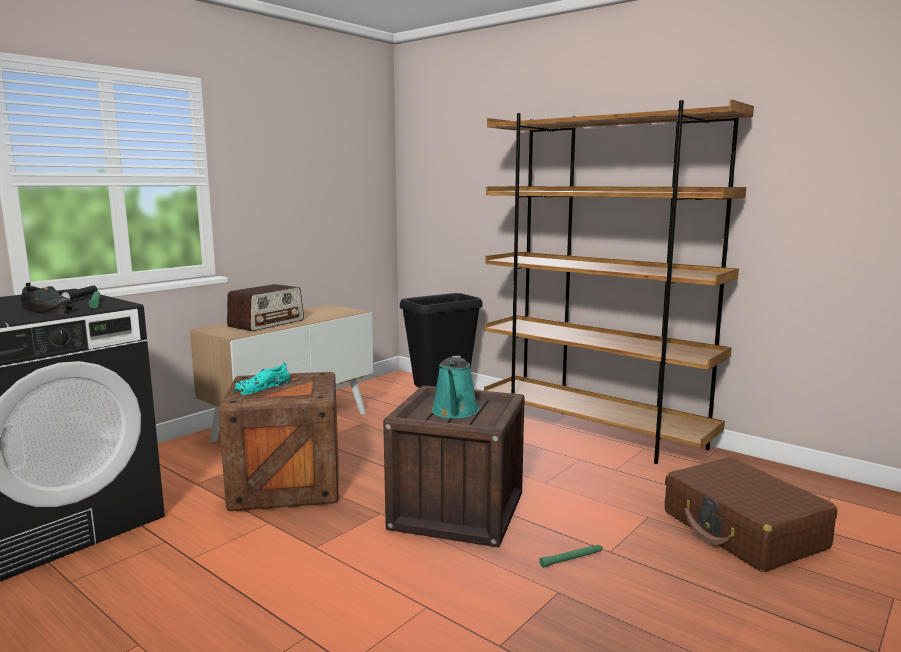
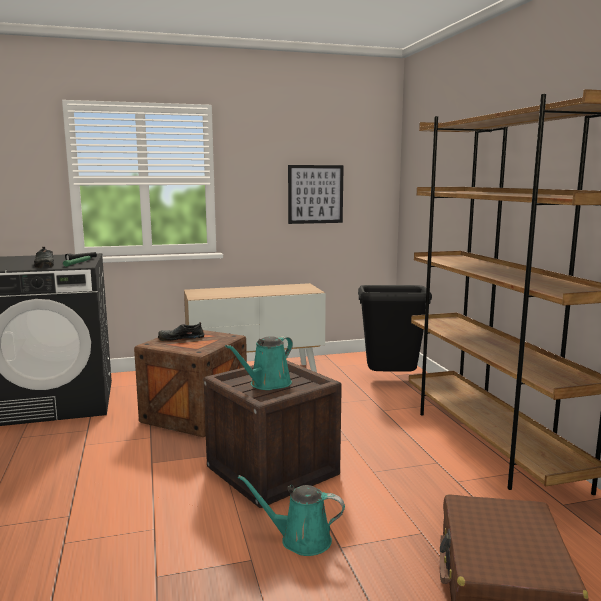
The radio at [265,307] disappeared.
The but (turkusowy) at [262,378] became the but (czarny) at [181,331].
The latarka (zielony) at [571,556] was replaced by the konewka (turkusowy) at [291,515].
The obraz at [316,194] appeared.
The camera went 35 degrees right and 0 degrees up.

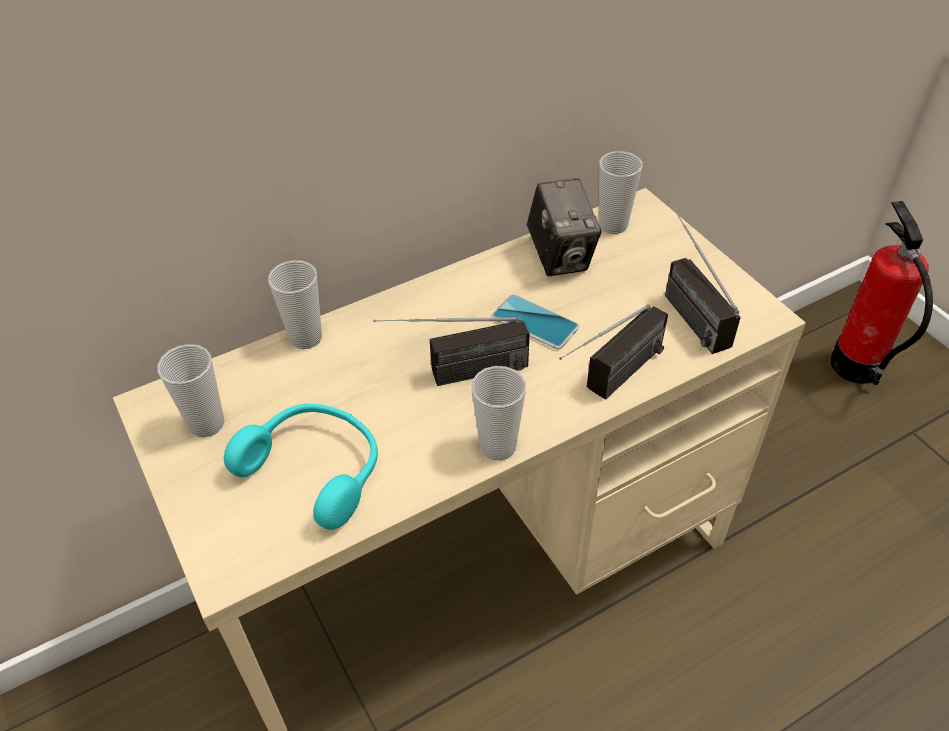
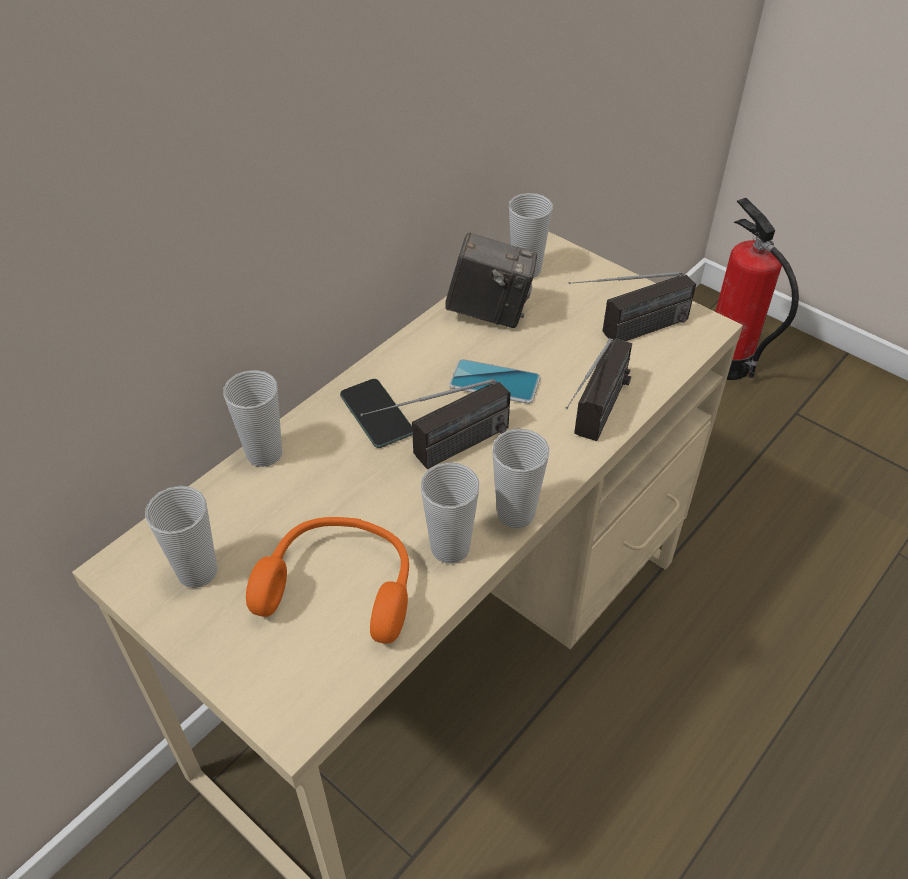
The aparat fotograficzny at [564,227] turned 45 degrees counterclockwise.
The radio at [703,276] turned 75 degrees counterclockwise.
The słuchawki (turkusowy) at [301,467] became the słuchawki (pomarańczowy) at [327,580].
The telefon at [376,413] appeared.
The filiżanka at [450,512] appeared.
The camera went 20 degrees left and 0 degrees up.

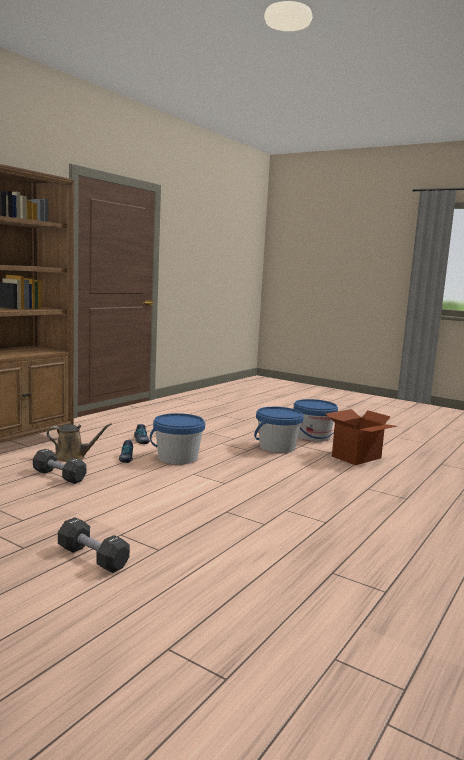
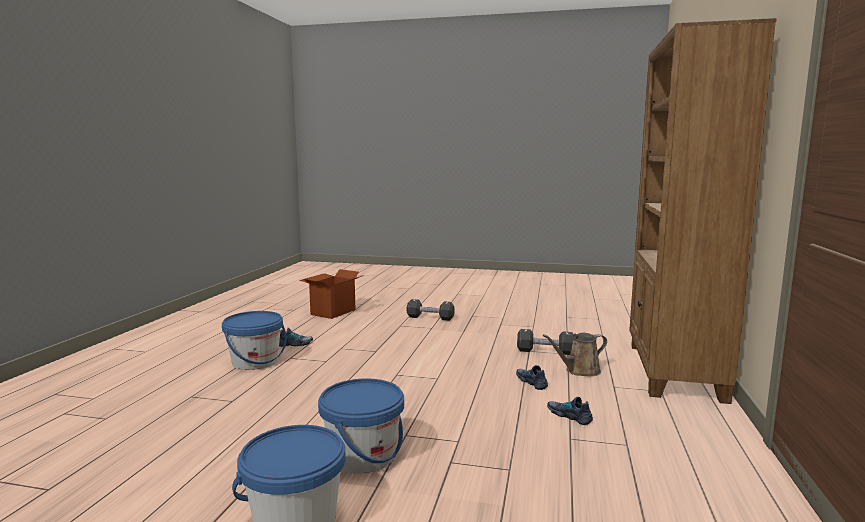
The karton moved from [361,437] to [331,294].
The wiadro (niebieski) moved from [177,439] to [254,340].
The but at [296,337] appeared.
The camera went 160 degrees right and 0 degrees up.

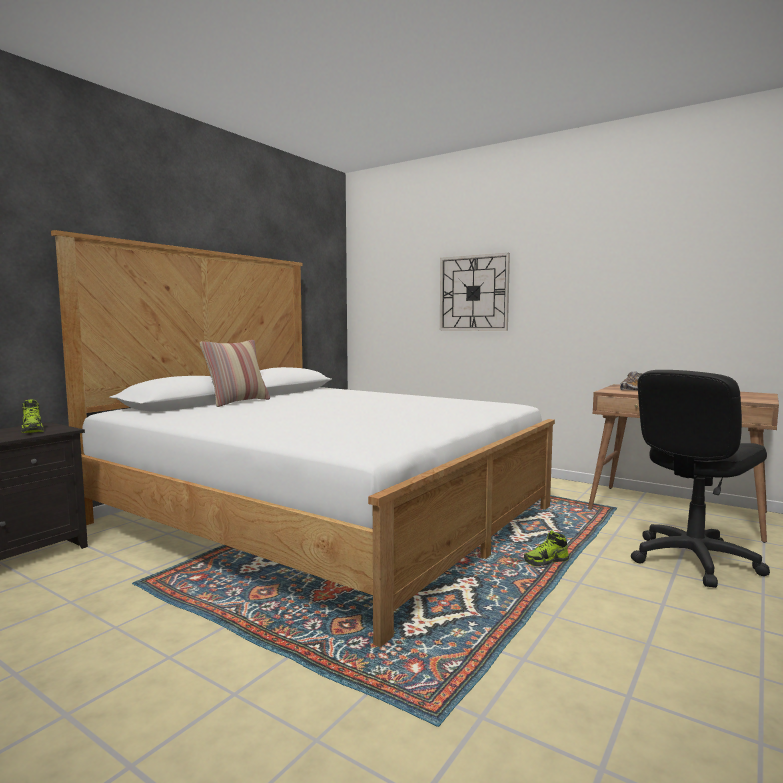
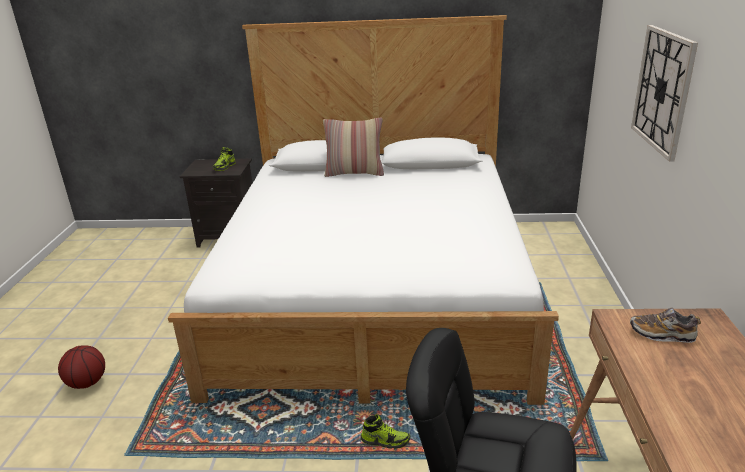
The but at [546,548] turned 150 degrees clockwise.
The piłka do koszykówki at [81,367] appeared.
The camera went 60 degrees right and 20 degrees up.

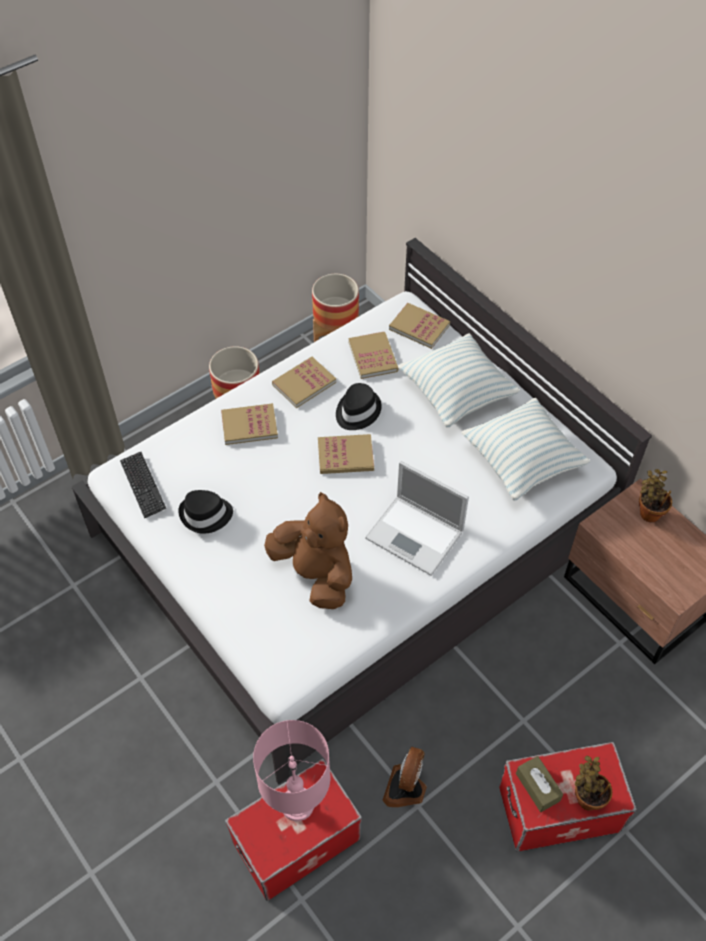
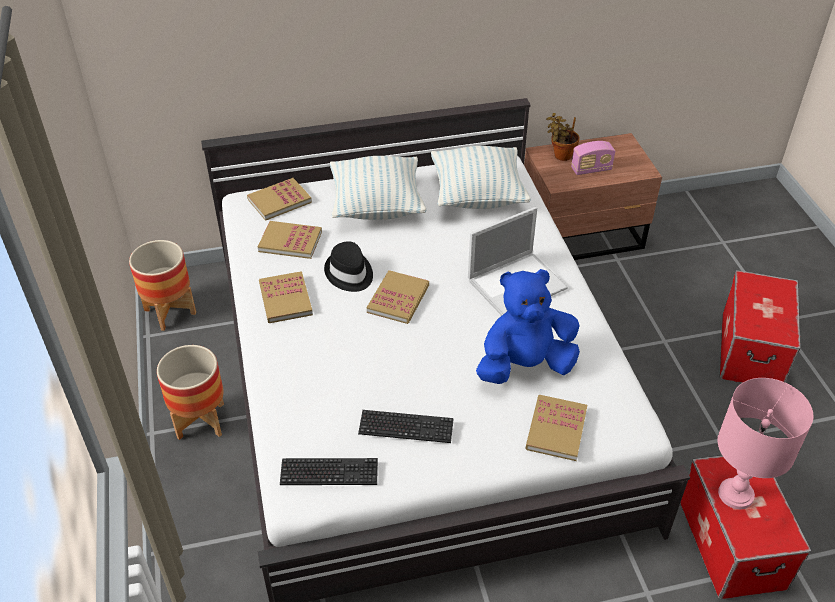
The książka moved from [249,424] to [556,428].
The kapelusz (czarny) at [205,512] was replaced by the klawiatura at [406,426].
The pluszak (brązowy) at [308,550] became the pluszak (niebieski) at [528,326].
The wentylator at [404,776] disappeared.
The pudełko chusteczek (brązowy) at [539,784] disappeared.
The roślina doniczkowa at [593,783] disappeared.
The radio at [593,158] appeared.
The camera went 65 degrees left and 10 degrees down.

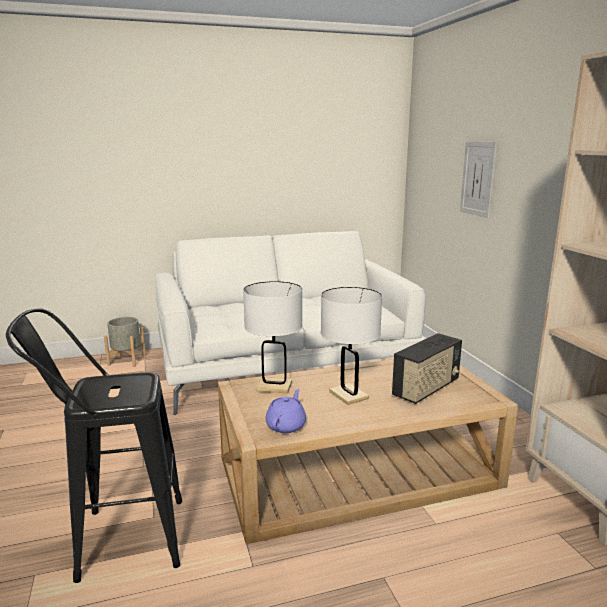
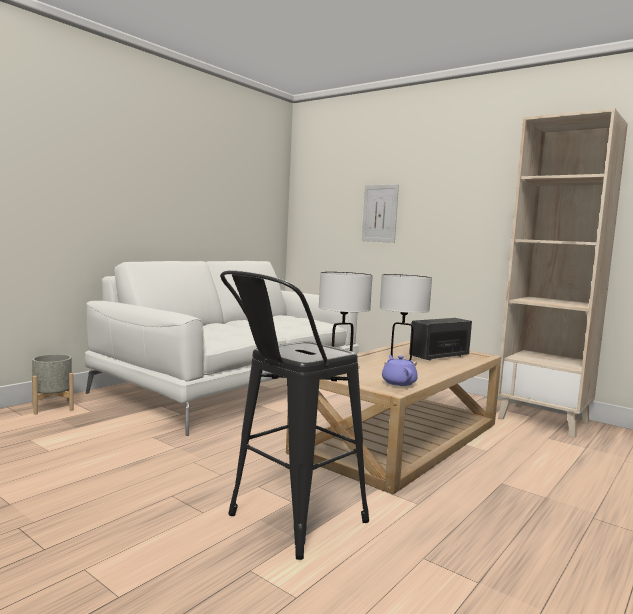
The radio at [427,368] turned 135 degrees counterclockwise.
The camera went 35 degrees left and 10 degrees down.

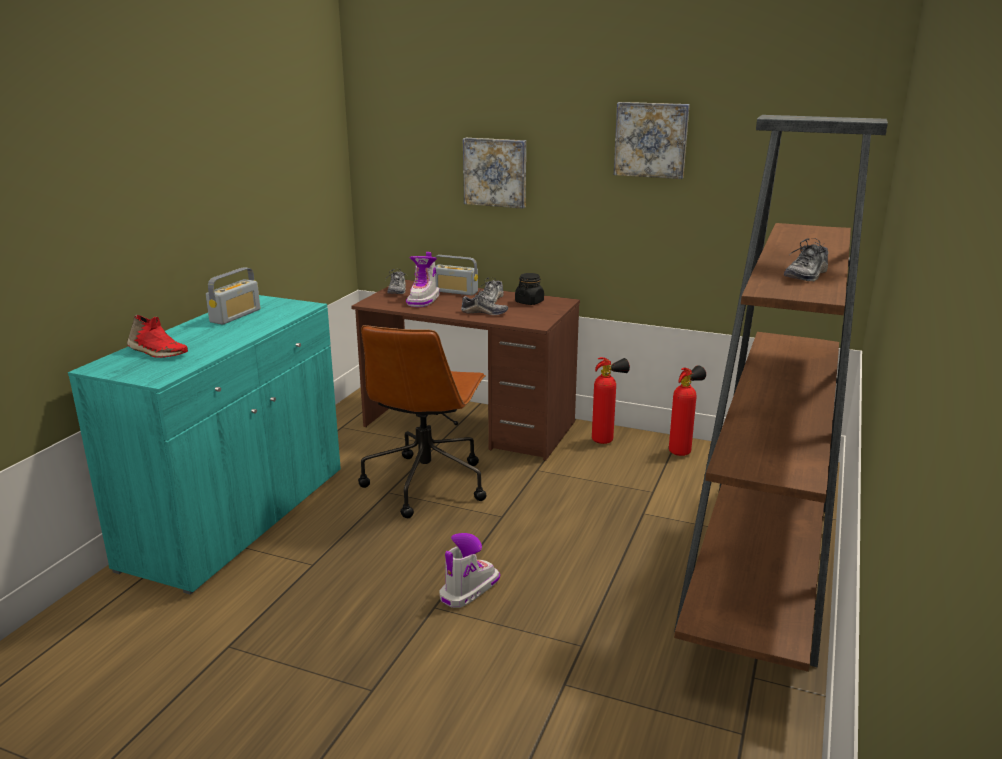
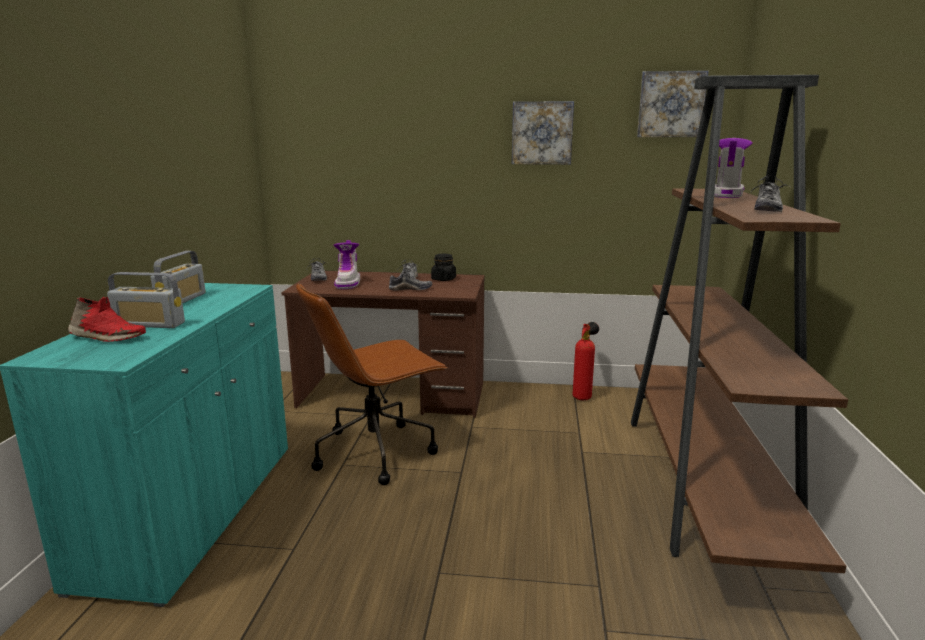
The obraz moved from [494,173] to [673,104].
The radio moved from [456,275] to [146,300].
The krzesło biurowe (brązowy) at [422,421] turned 60 degrees clockwise.
The gaśnica at [611,400] disappeared.
The but z cholewką moved from [469,570] to [733,168].
The camera went 15 degrees left and 5 degrees down.

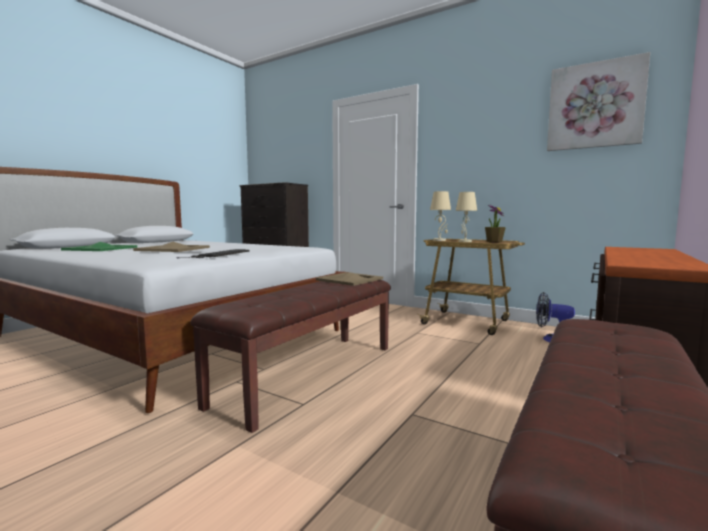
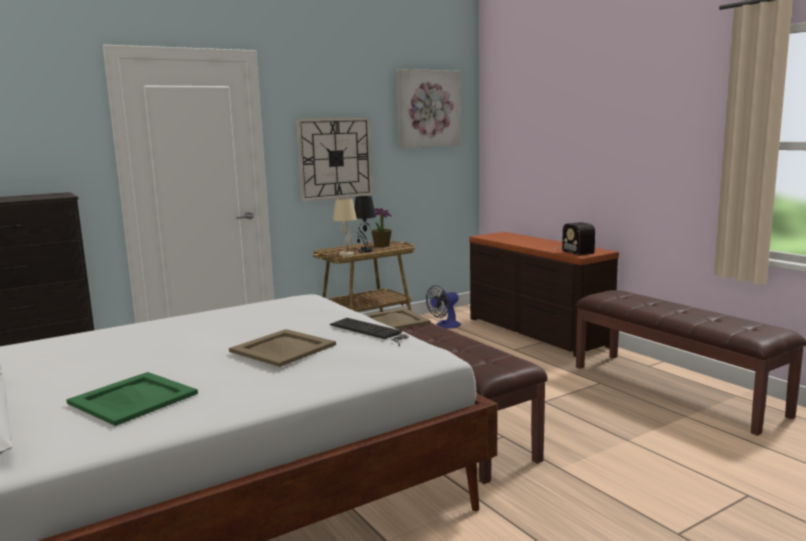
The lampa stołowa (beżowy) at [466,217] became the lampa stołowa (czarny) at [365,224].
The zegar ścienny at [334,159] appeared.
The radio at [574,238] appeared.
The camera went 65 degrees left and 5 degrees up.

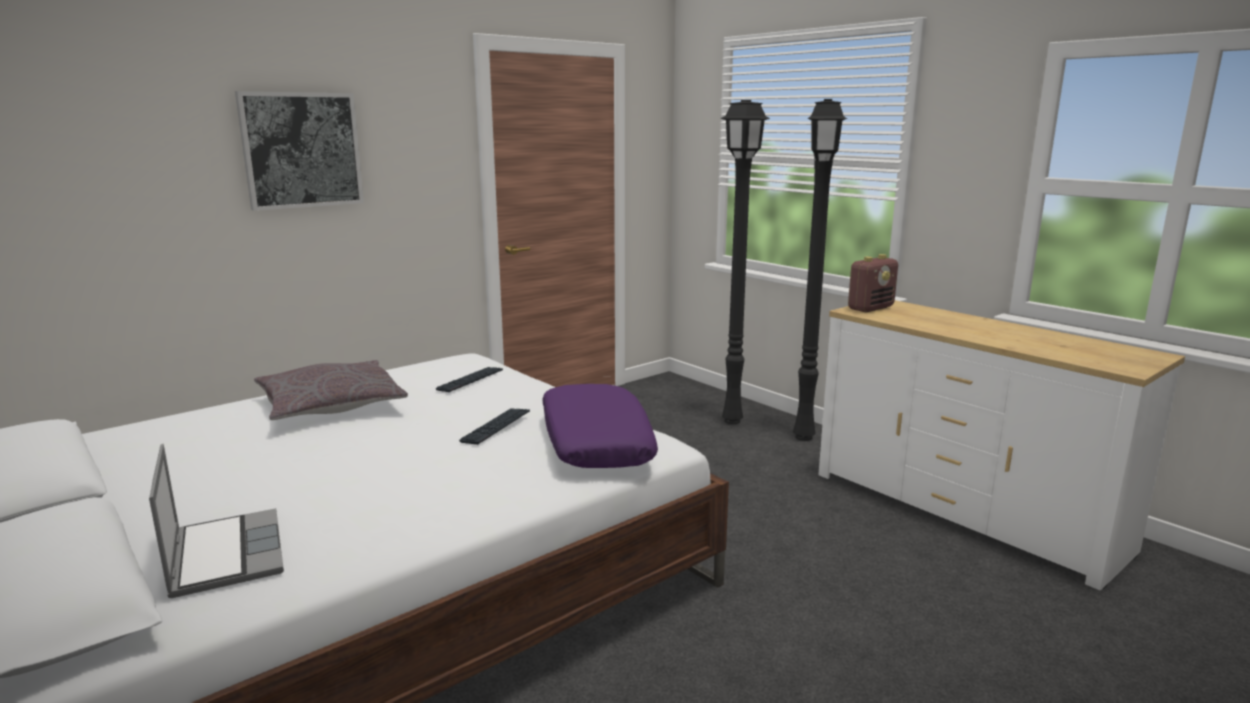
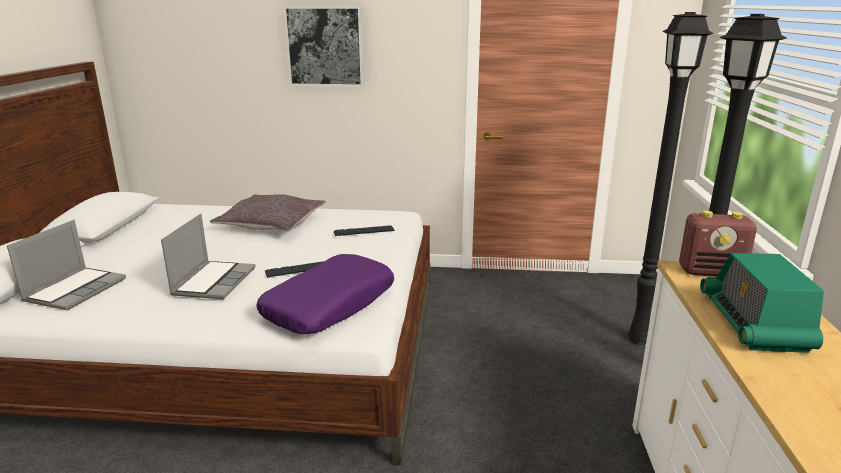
The laptop at [208,256] appeared.
The radio at [762,303] appeared.
The camera went 45 degrees right and 5 degrees up.

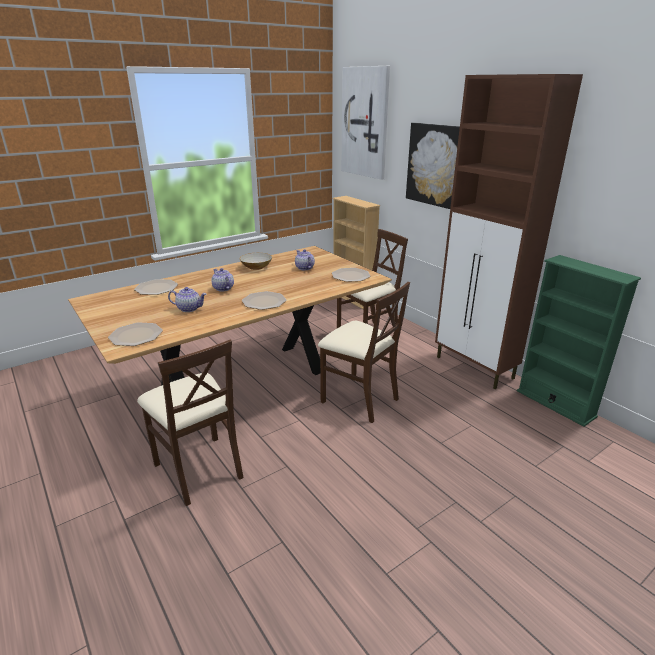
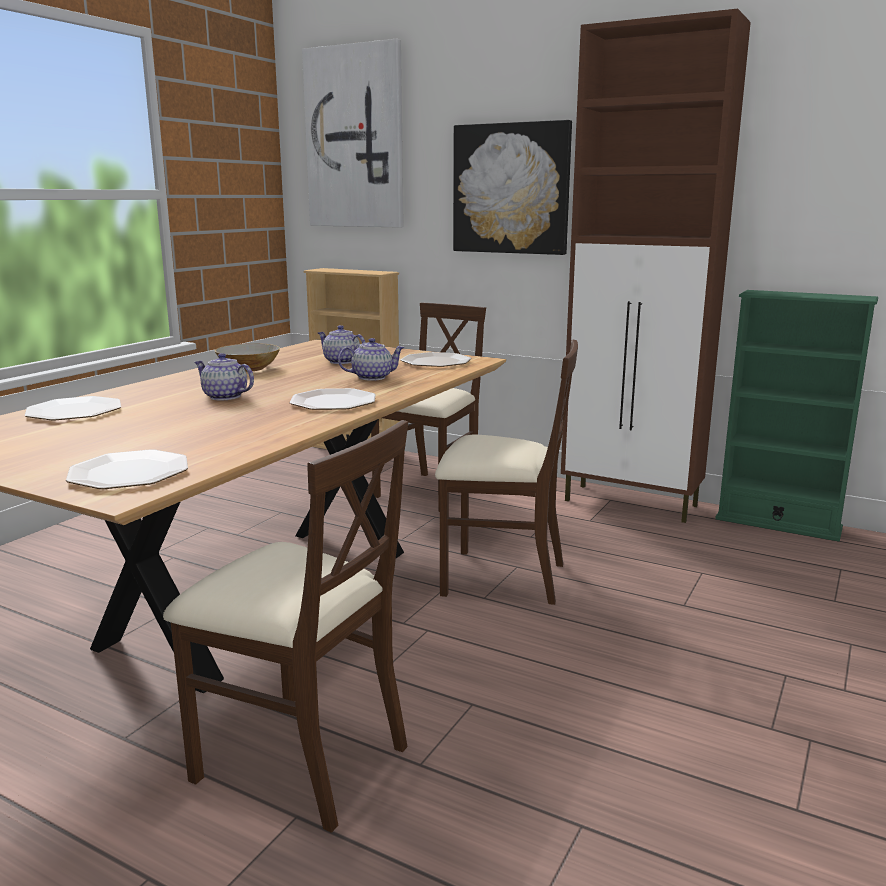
The imbryk moved from [187,299] to [371,359].
The camera went 25 degrees left and 10 degrees down.

